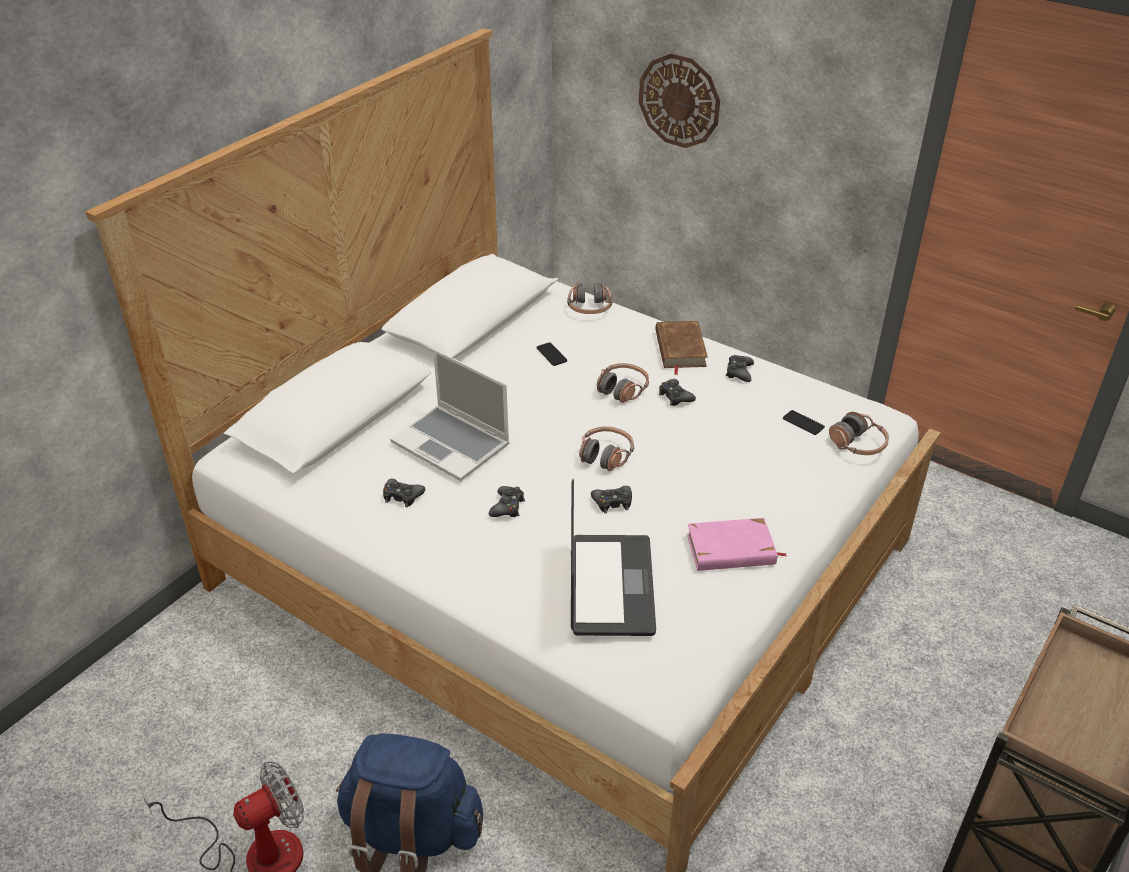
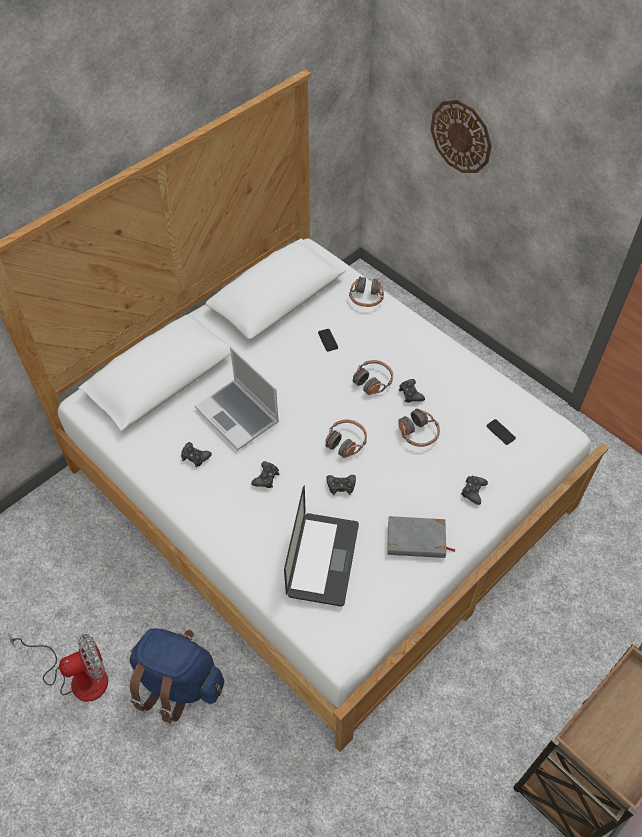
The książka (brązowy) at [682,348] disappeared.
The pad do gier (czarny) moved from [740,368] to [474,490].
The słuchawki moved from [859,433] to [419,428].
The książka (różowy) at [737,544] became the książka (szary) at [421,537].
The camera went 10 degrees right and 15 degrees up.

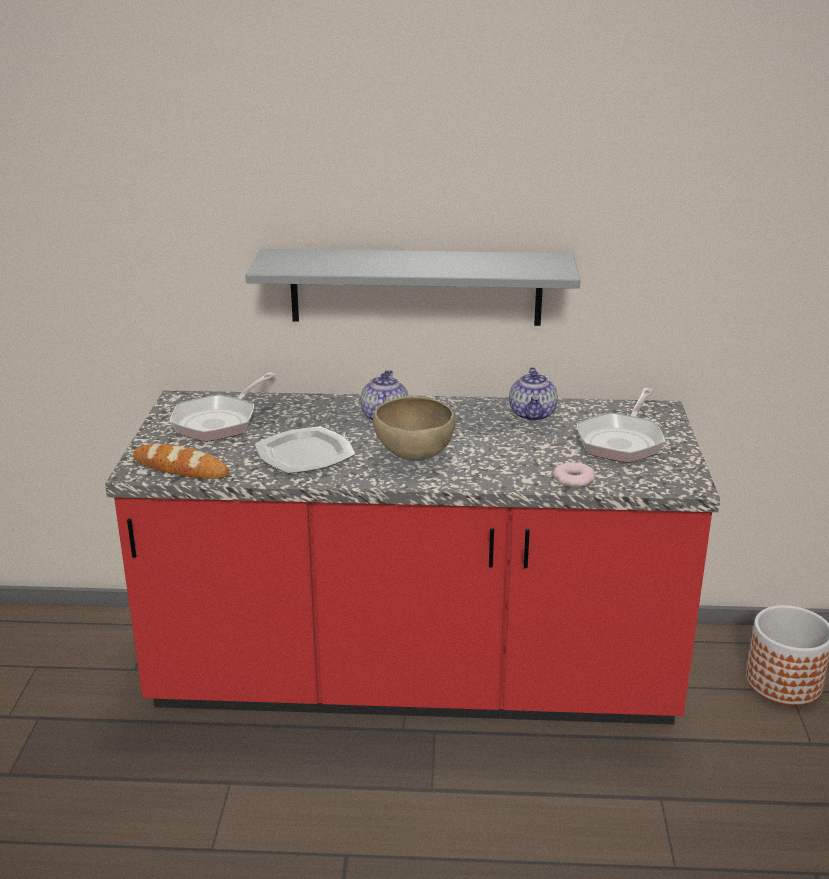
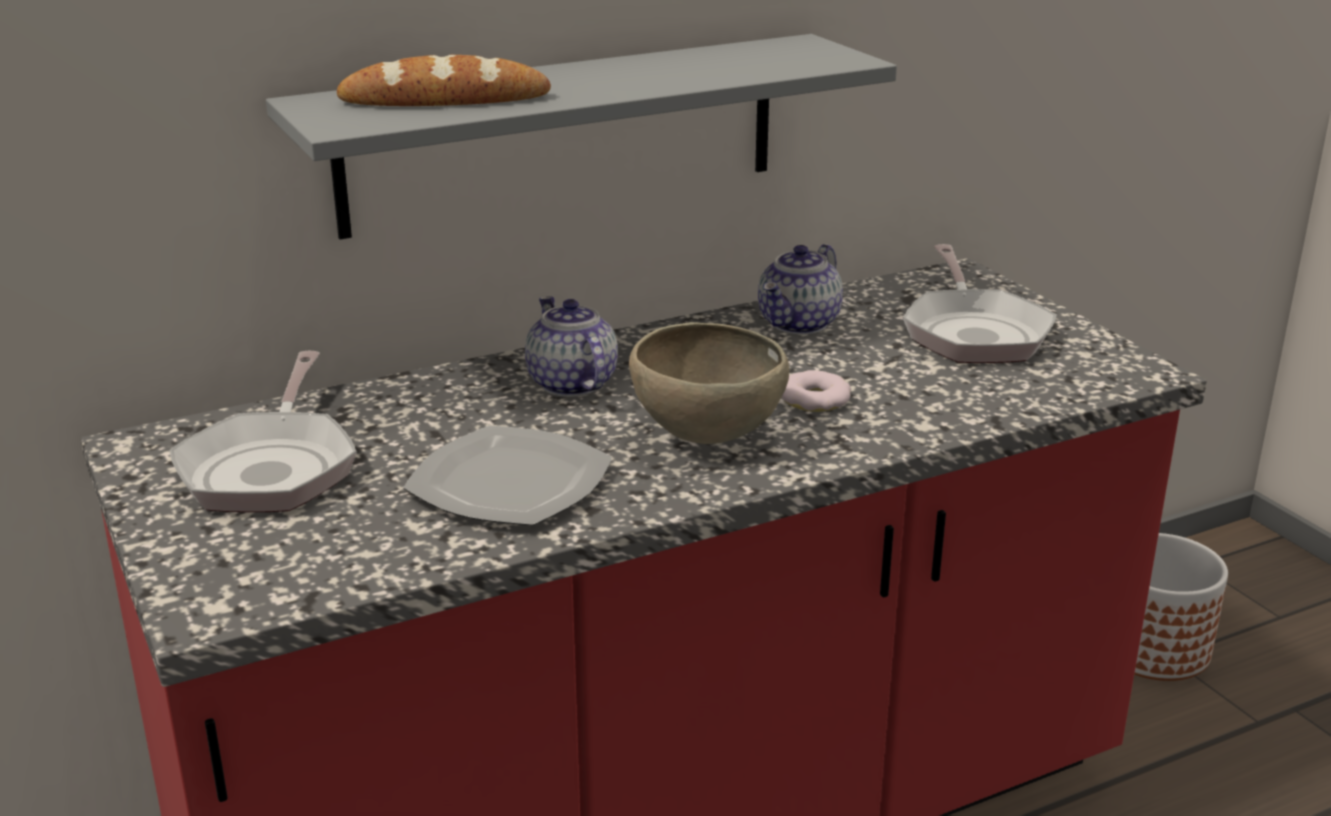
The imbryk at [533,394] turned 60 degrees clockwise.
The chleb moved from [181,461] to [444,80].
The donut moved from [574,474] to [816,391].
The camera went 30 degrees left and 0 degrees up.

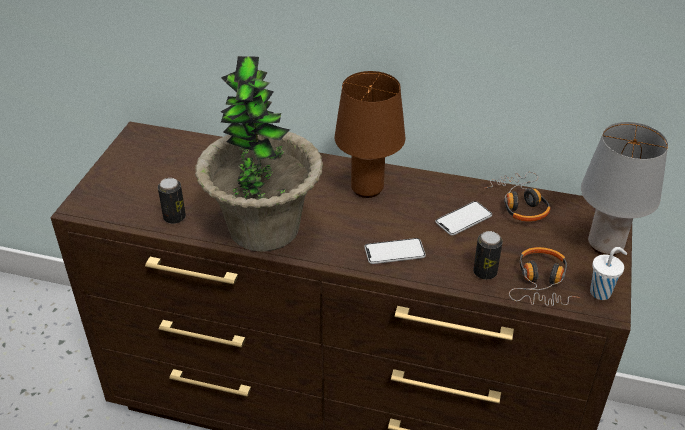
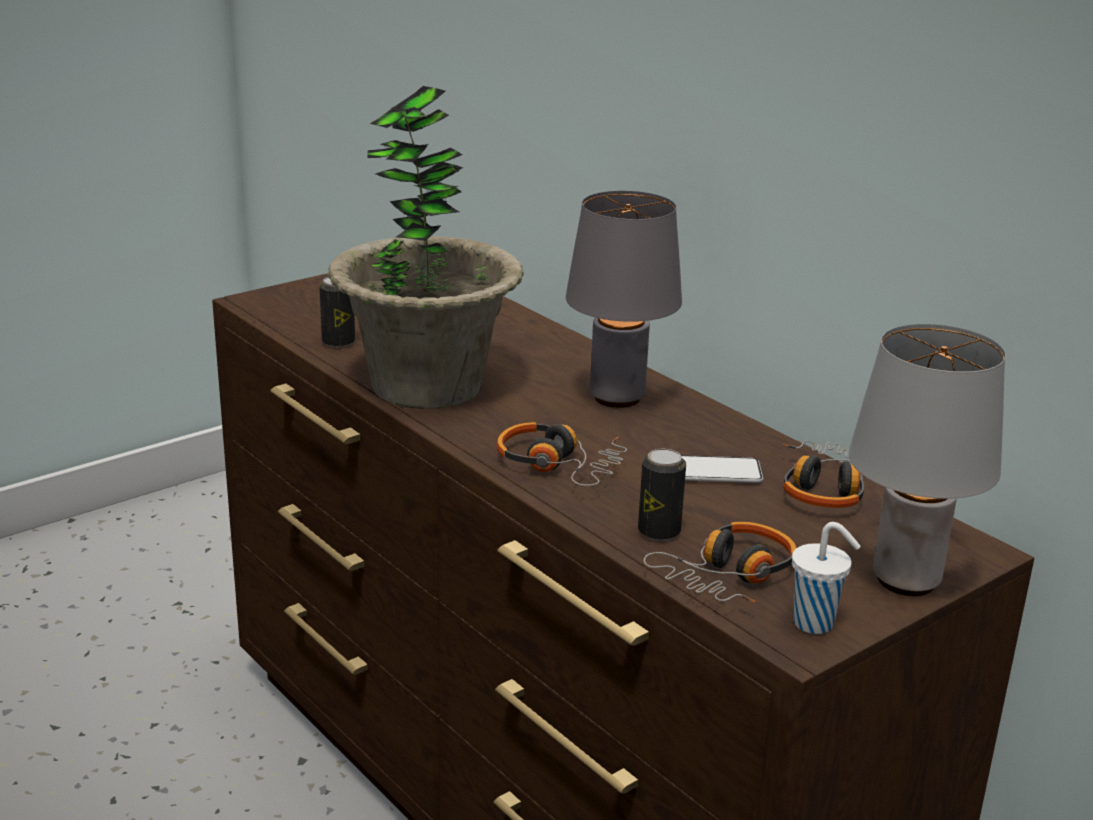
The lampa stołowa (brązowy) at [370,134] became the lampa stołowa (szary) at [624,299].
The telefon at [395,251] was replaced by the słuchawki at [562,454].
The camera went 35 degrees right and 15 degrees down.

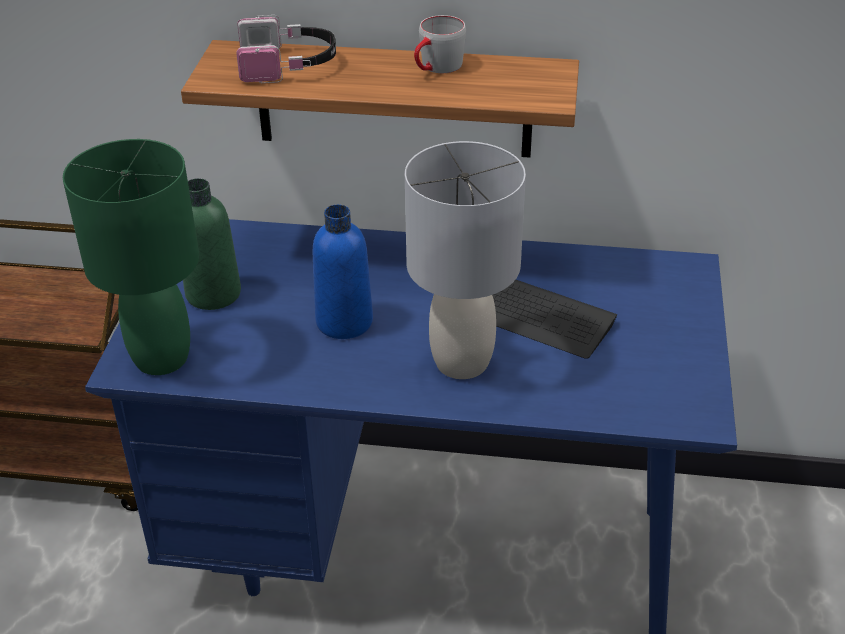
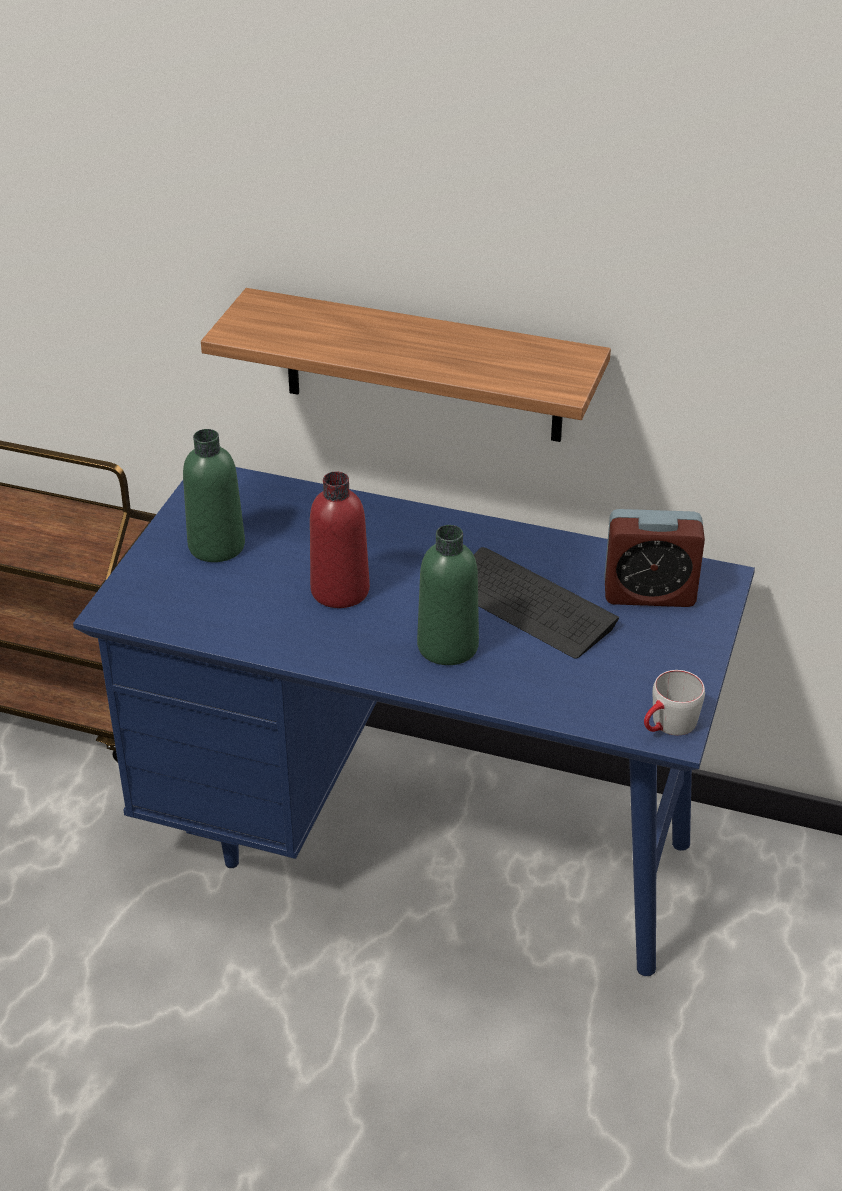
The słuchawki at [286,49] disappeared.
The kubek (szary) moved from [440,44] to [674,702].
The lampa stołowa (zielony) at [131,257] disappeared.
The lampa stołowa (szary) at [465,260] was replaced by the butelka (zielony) at [448,595].
The butelka (niebieski) at [342,271] became the butelka (czerwony) at [340,540].
The budzik at [654,558] appeared.
The camera went 10 degrees right and 0 degrees up.

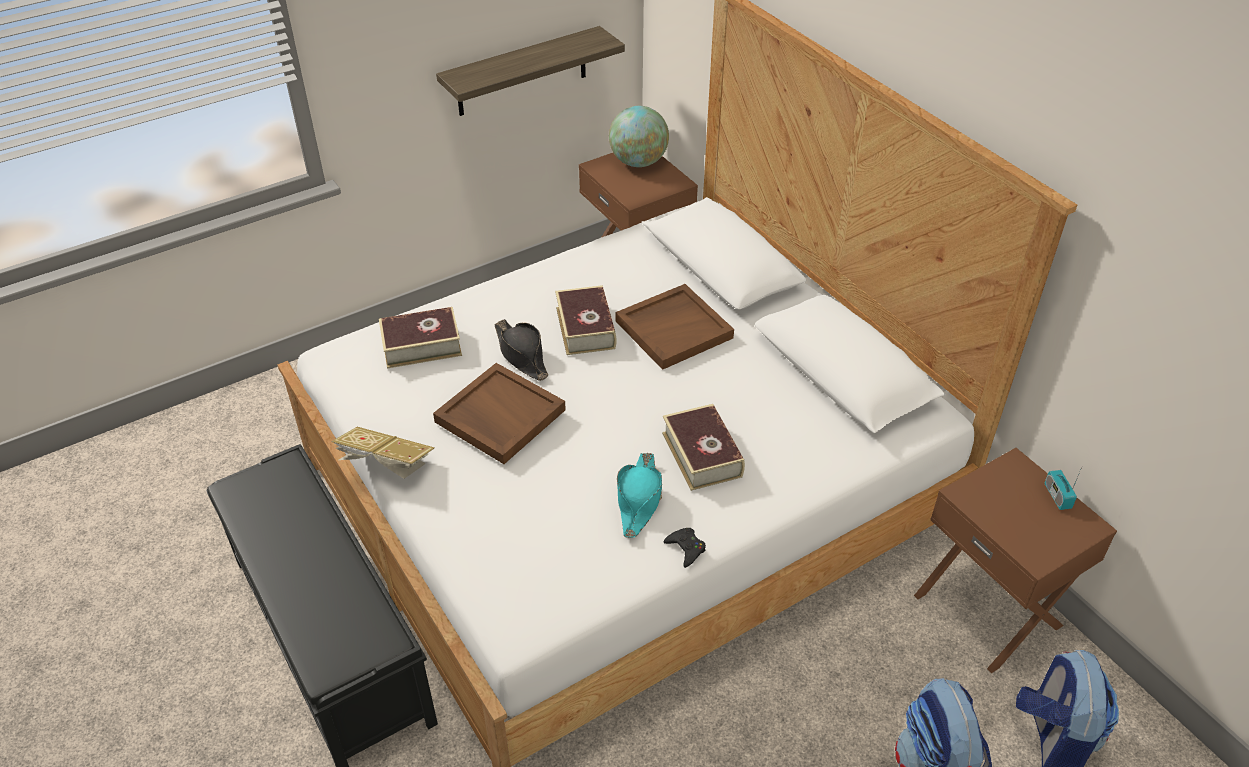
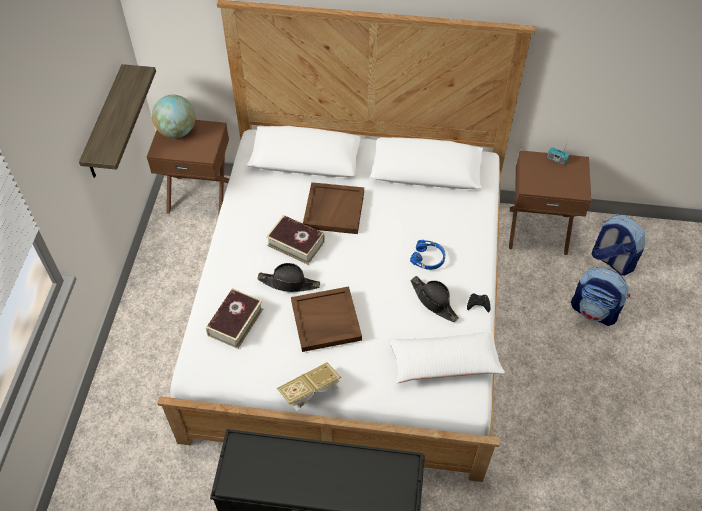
The książka at [703,447] was replaced by the słuchawki (niebieski) at [427,255].
The kapelusz (turkusowy) at [639,495] became the kapelusz (czarny) at [434,299].
The poduszka (biały) at [447,357] appeared.
The camera went 50 degrees left and 10 degrees up.

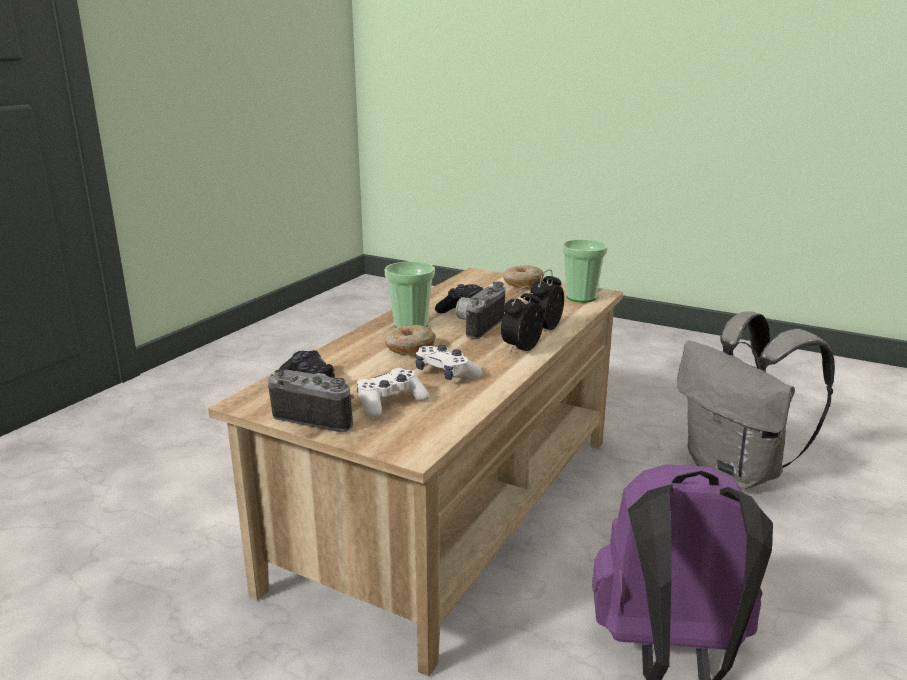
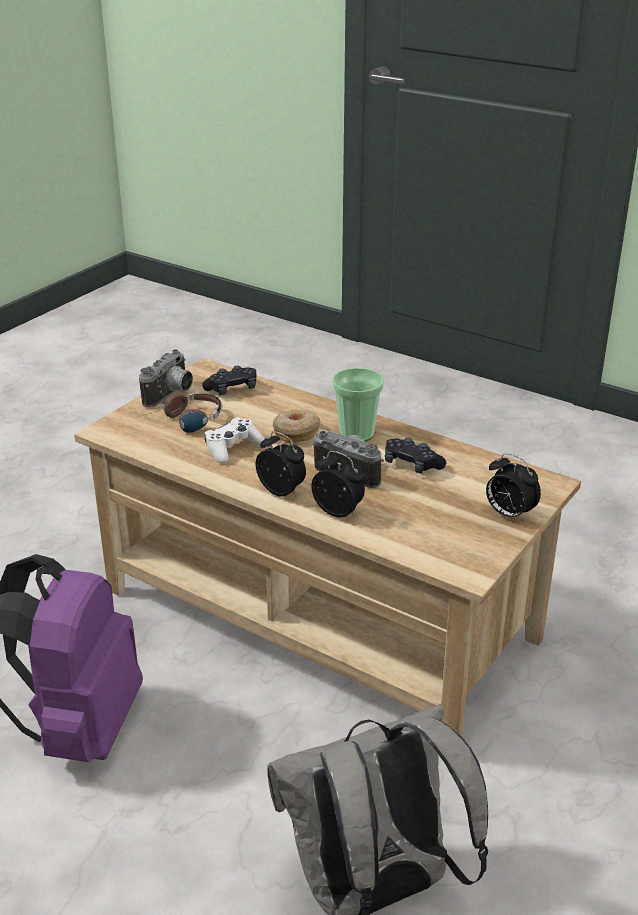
The filiżanka at [585,271] disappeared.
The donut at [523,276] was replaced by the budzik at [513,488].
The pad do gier (biały) at [393,393] was replaced by the słuchawki at [183,413].
The camera went 95 degrees right and 10 degrees up.

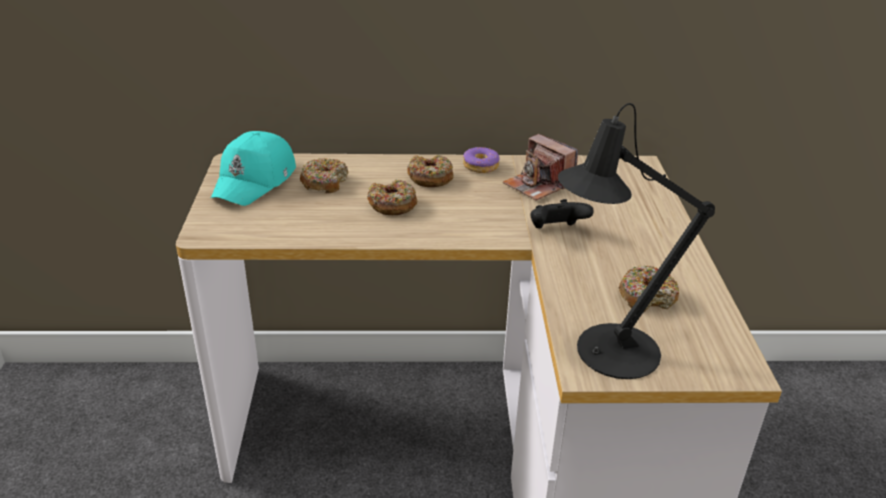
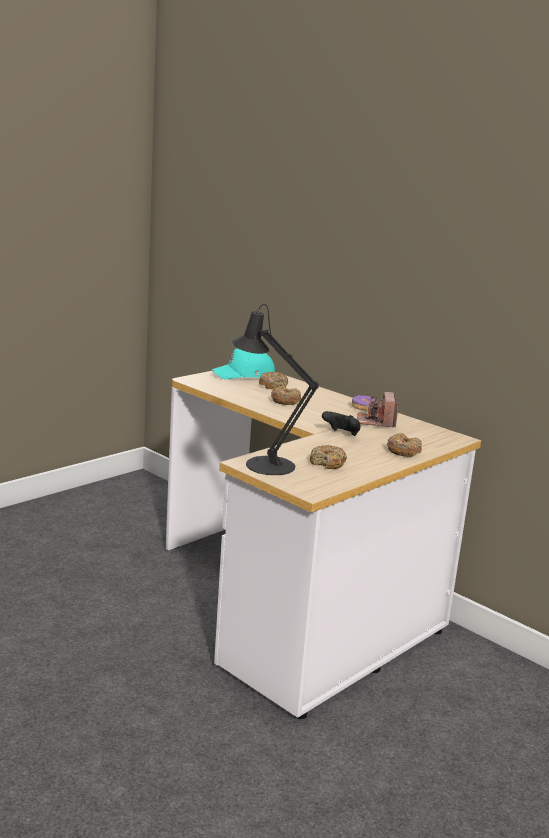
The donut moved from [430,171] to [404,445].
The camera went 45 degrees right and 15 degrees down.

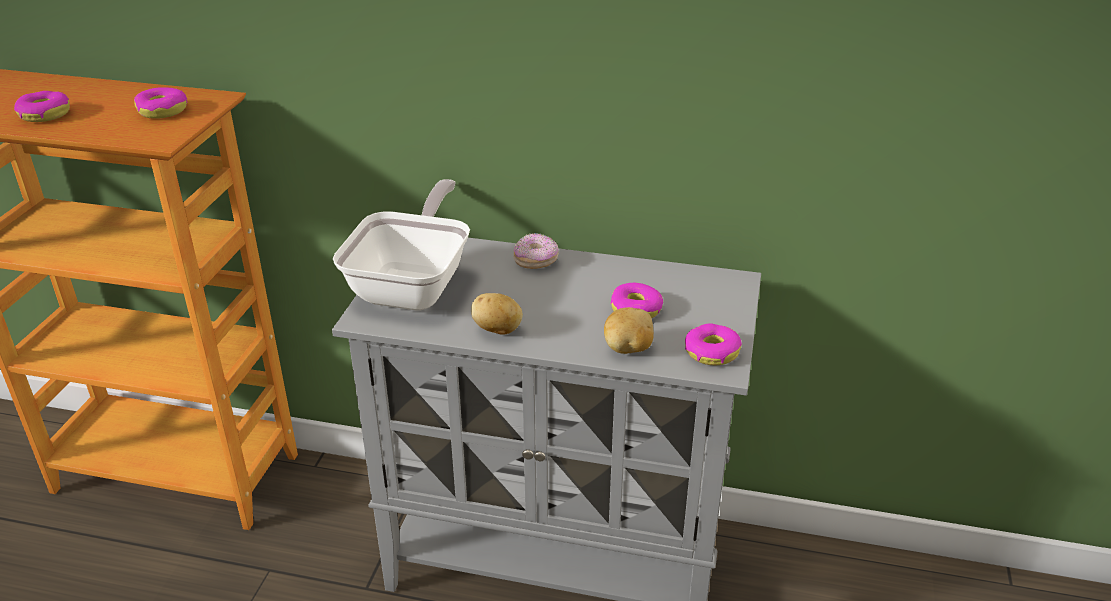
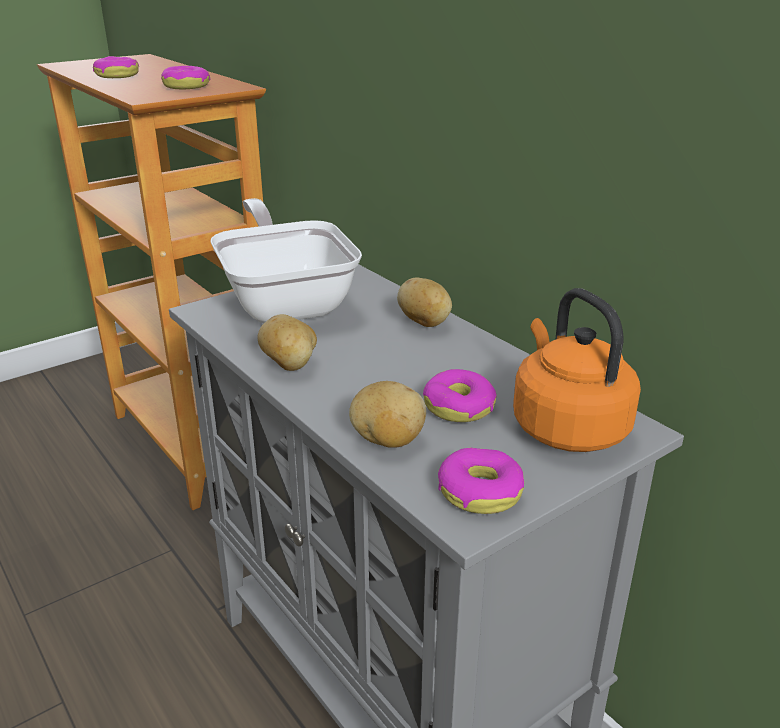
The patelnia at [401,245] turned 75 degrees counterclockwise.
The donut at [536,251] was replaced by the ziemniak at [424,302].
The czajnik (pomarańczowy) at [577,370] appeared.
The camera went 40 degrees right and 5 degrees down.

